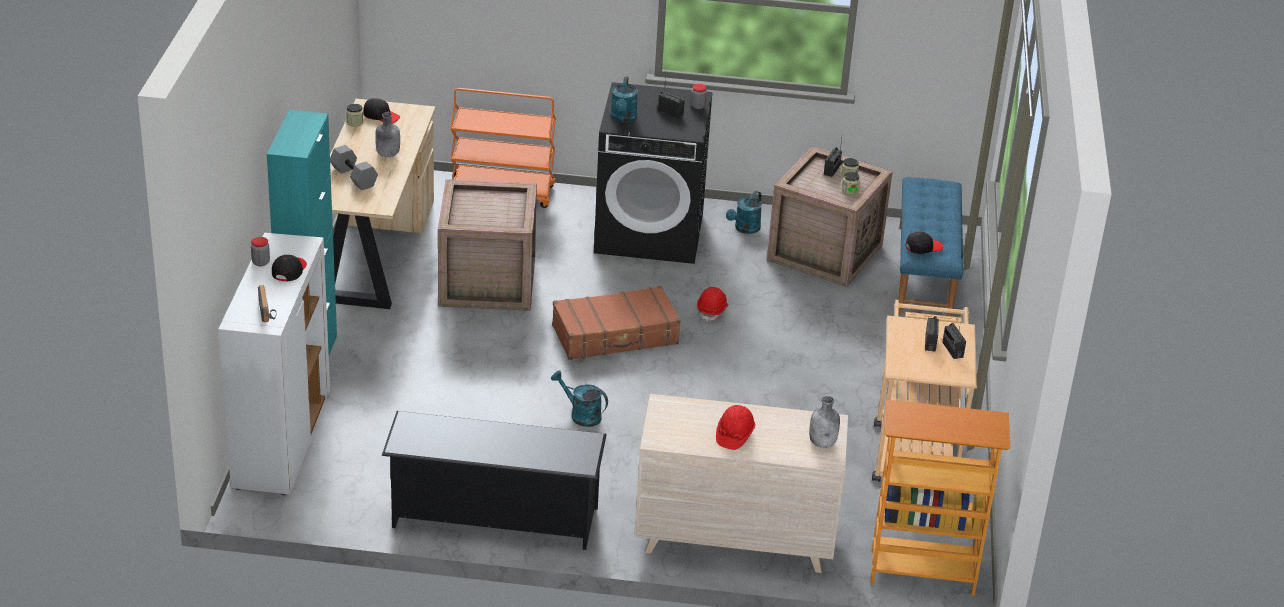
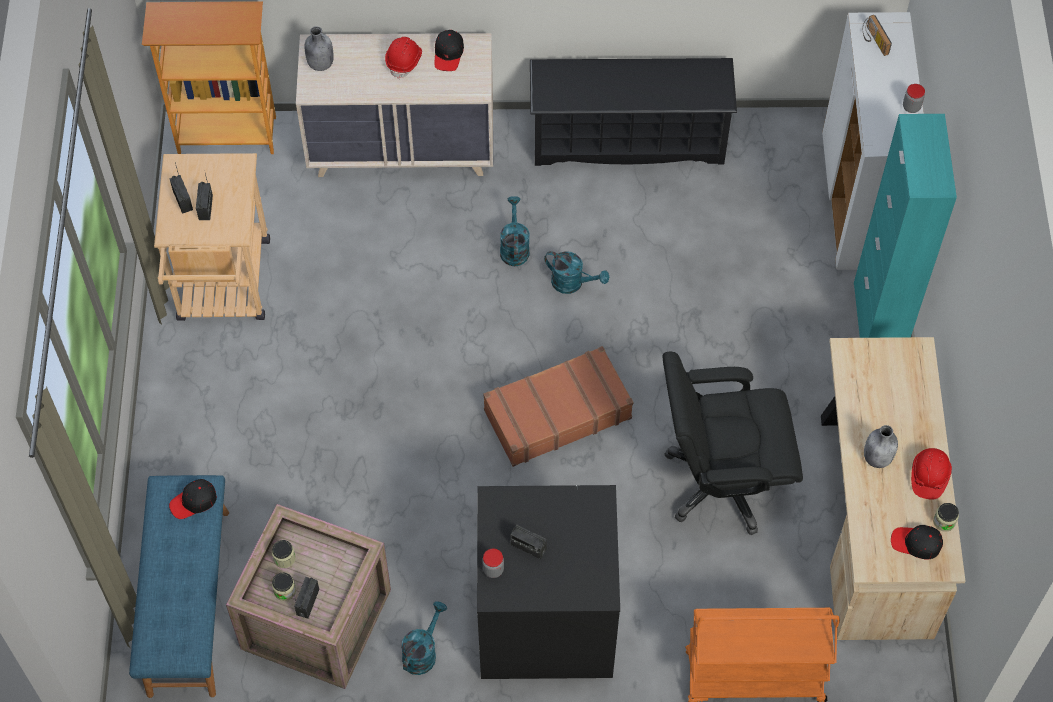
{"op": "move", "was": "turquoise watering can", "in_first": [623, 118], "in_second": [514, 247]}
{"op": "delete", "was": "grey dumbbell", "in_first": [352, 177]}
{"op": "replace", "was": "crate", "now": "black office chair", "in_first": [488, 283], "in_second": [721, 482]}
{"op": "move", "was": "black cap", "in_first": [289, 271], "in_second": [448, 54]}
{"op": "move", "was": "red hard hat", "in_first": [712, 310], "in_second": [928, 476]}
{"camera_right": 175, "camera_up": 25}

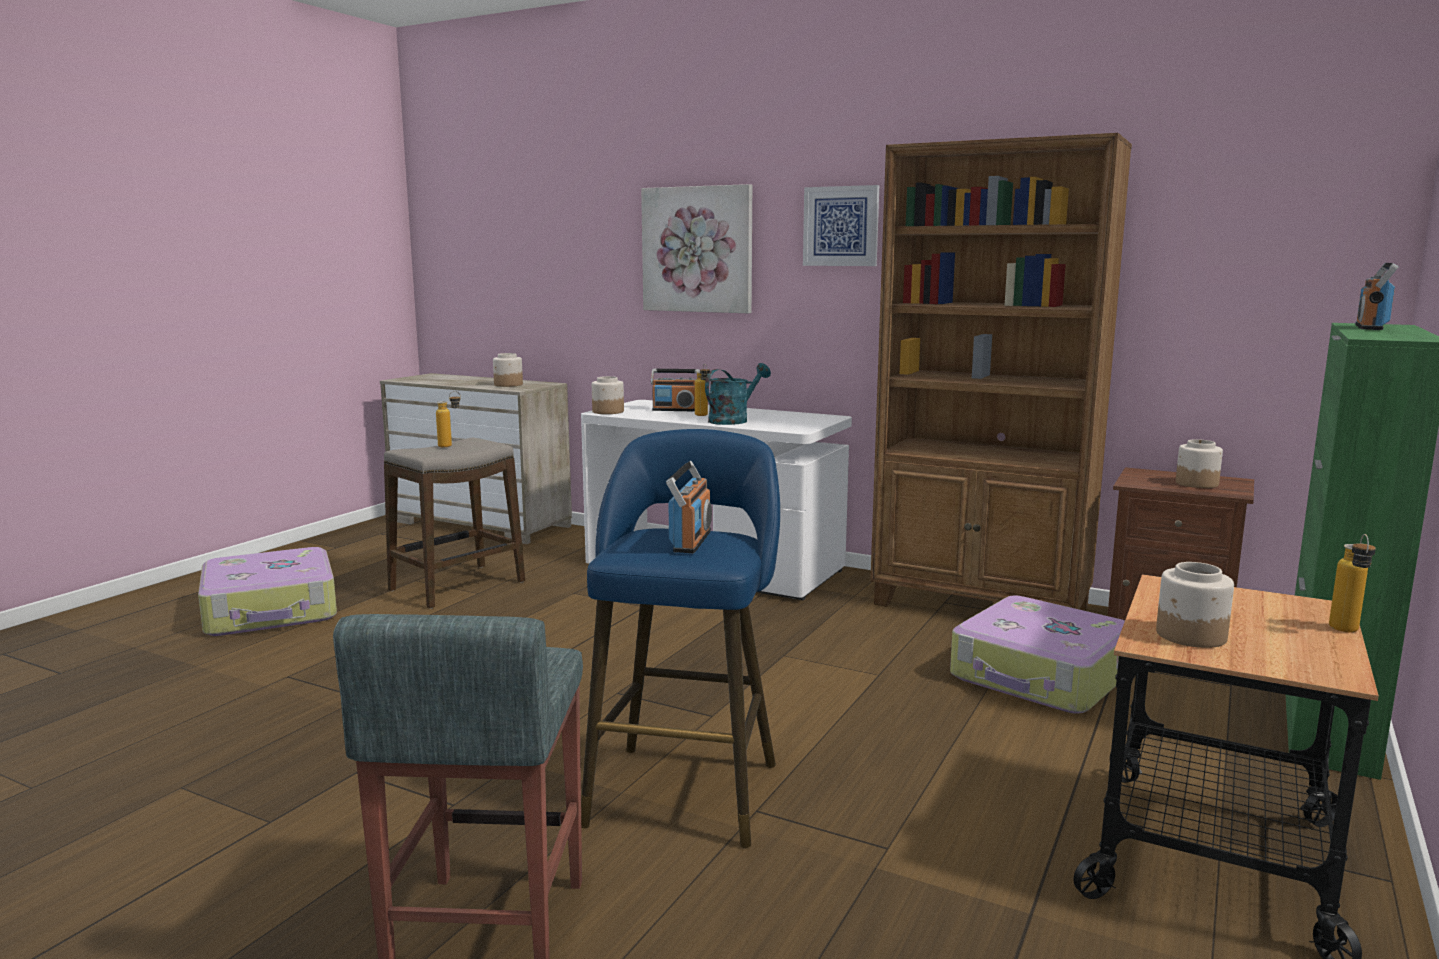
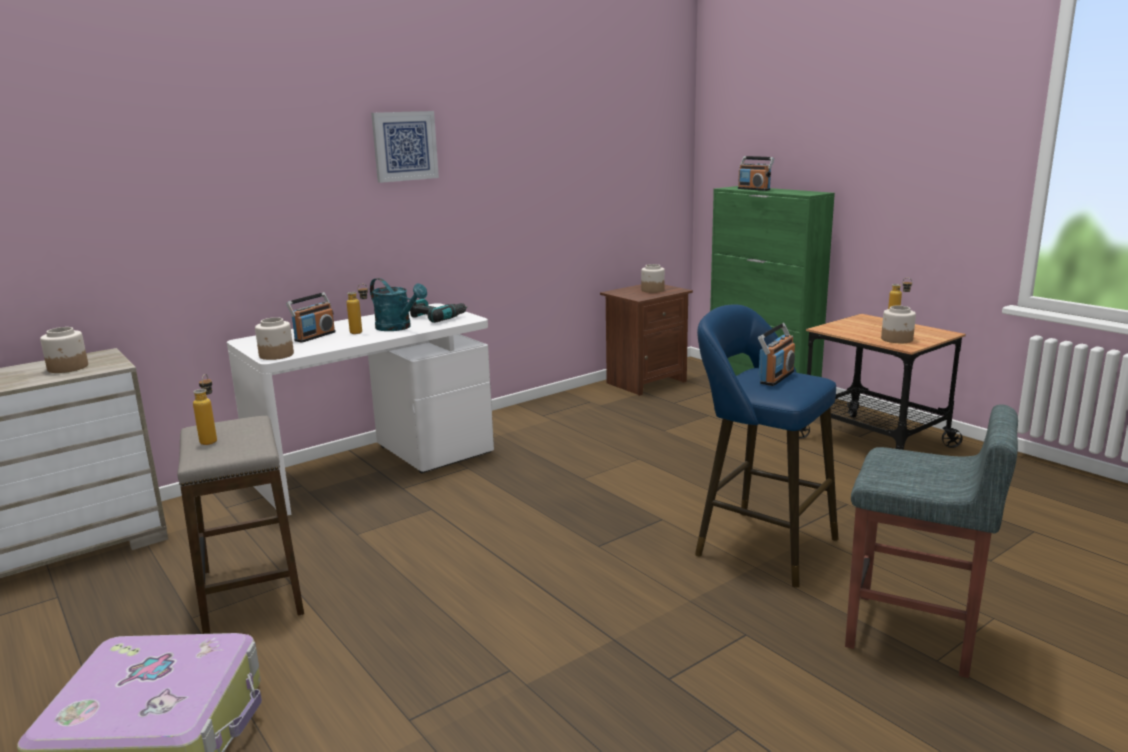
{"op": "delete", "was": "brown bookcase", "in_first": [981, 606]}
{"op": "delete", "was": "picture", "in_first": [698, 249]}
{"op": "rotate", "was": "turquoise watering can", "in_first": [733, 420], "in_second": [398, 328], "clockwise": 150}
{"op": "rotate", "was": "radio", "in_first": [691, 541], "in_second": [776, 377], "clockwise": 90}
{"op": "delete", "was": "suitcase", "in_first": [1041, 676]}
{"op": "insert", "now": "power drill", "in_second": [437, 317]}
{"camera_right": -65, "camera_up": 5}

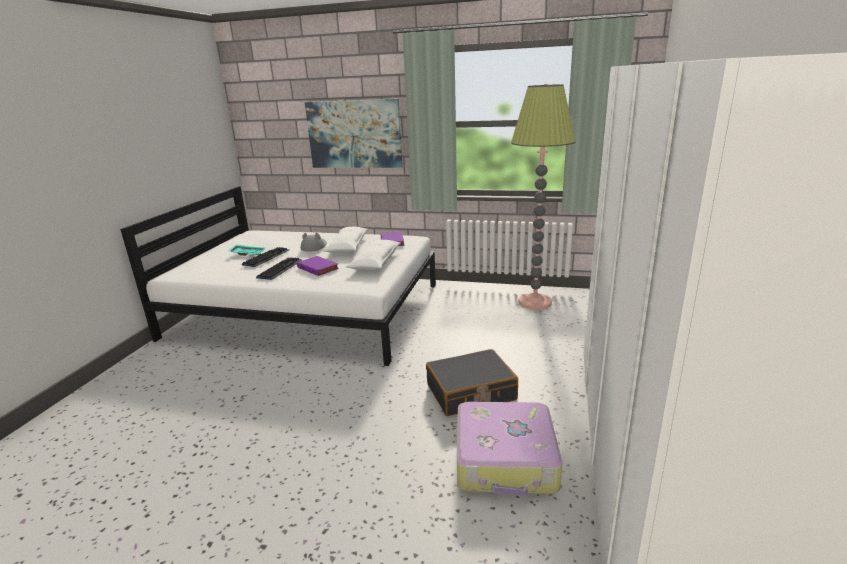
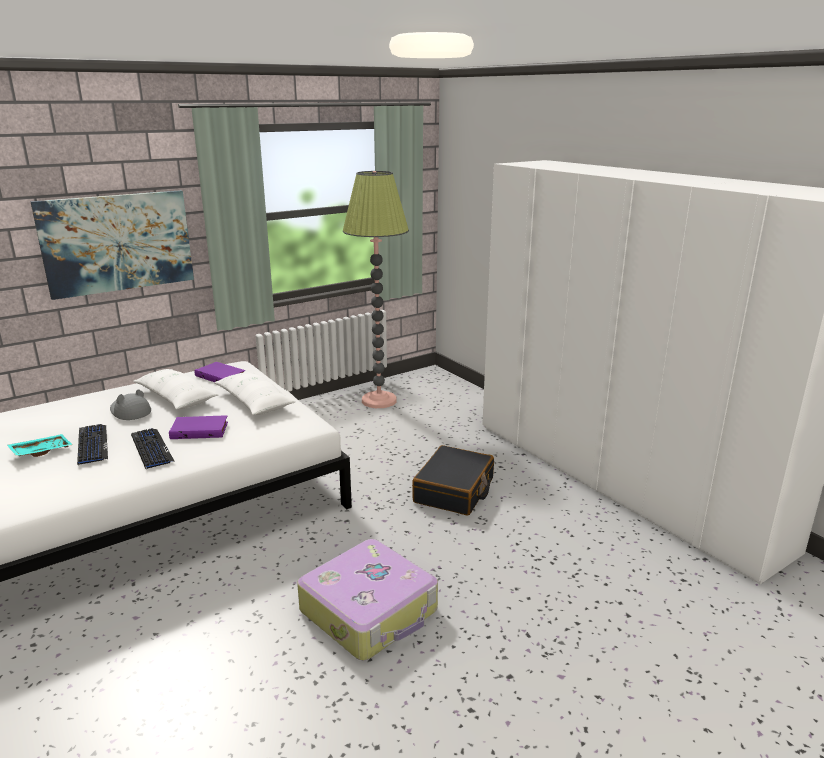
{"op": "move", "was": "suitcase", "in_first": [506, 460], "in_second": [370, 611]}
{"camera_right": -50, "camera_up": 0}

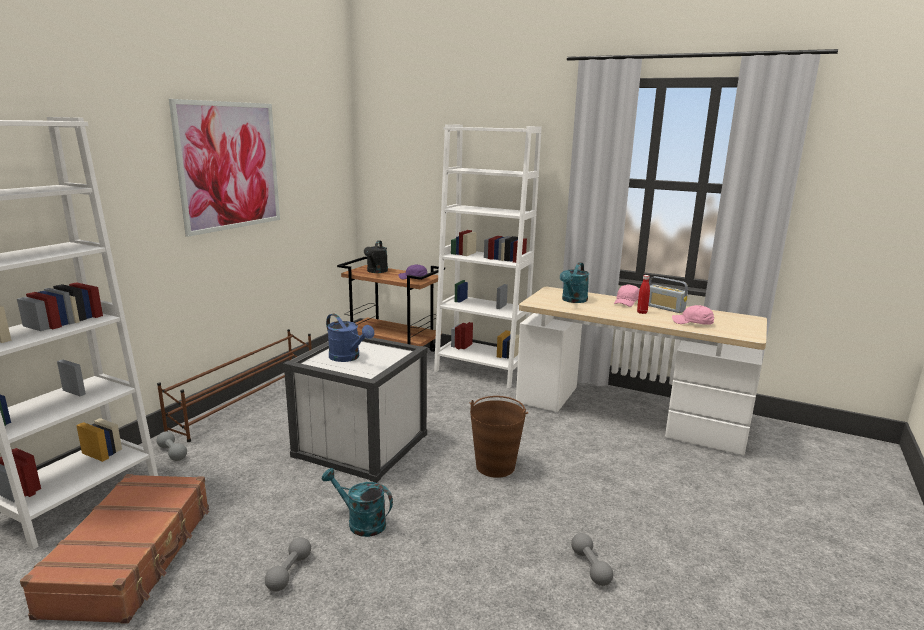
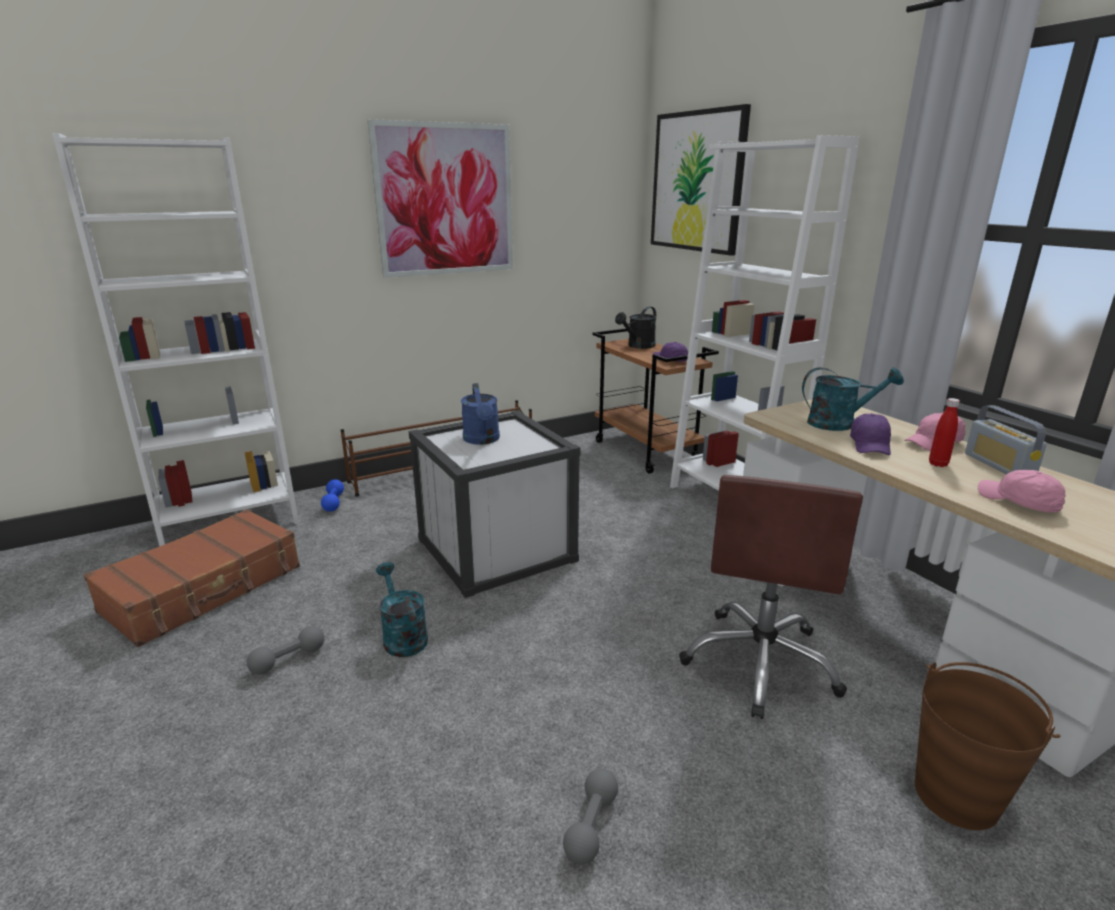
{"op": "rotate", "was": "turquoise watering can", "in_first": [573, 300], "in_second": [839, 423], "clockwise": -150}
{"op": "move", "was": "brown bucket", "in_first": [495, 466], "in_second": [957, 796]}
{"op": "recolor", "was": "grey dumbbell", "now": "blue dumbbell", "in_first": [172, 453], "in_second": [333, 502]}
{"op": "insert", "now": "picture", "in_second": [697, 182]}
{"op": "insert", "now": "purple cap", "in_second": [870, 445]}
{"op": "insert", "now": "brown office chair", "in_second": [761, 662]}
{"camera_right": 35, "camera_up": 5}

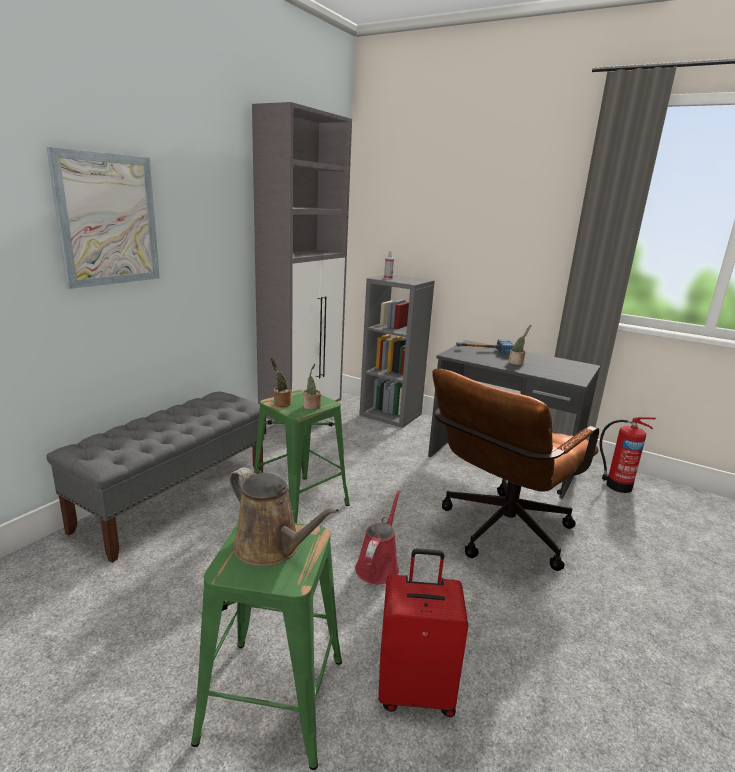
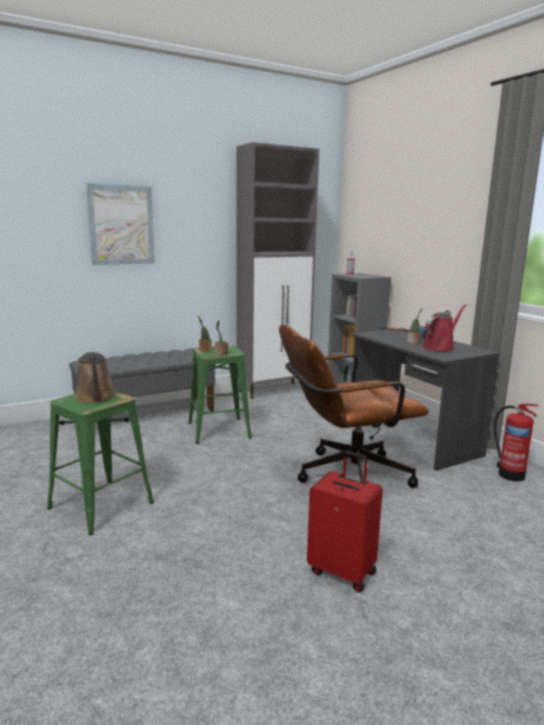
{"op": "move", "was": "red watering can", "in_first": [378, 566], "in_second": [440, 347]}
{"op": "move", "was": "red suitcase", "in_first": [415, 690], "in_second": [343, 571]}
{"camera_right": 30, "camera_up": -5}

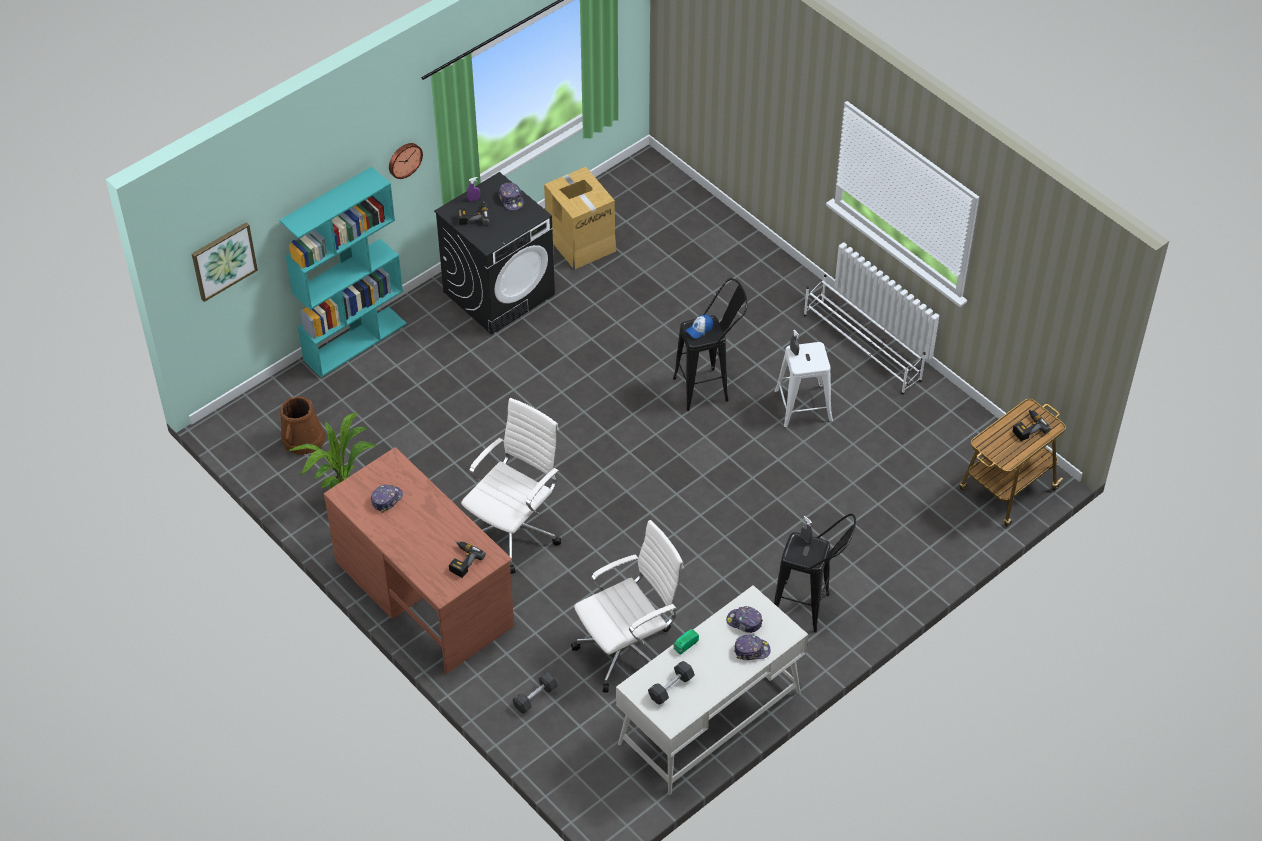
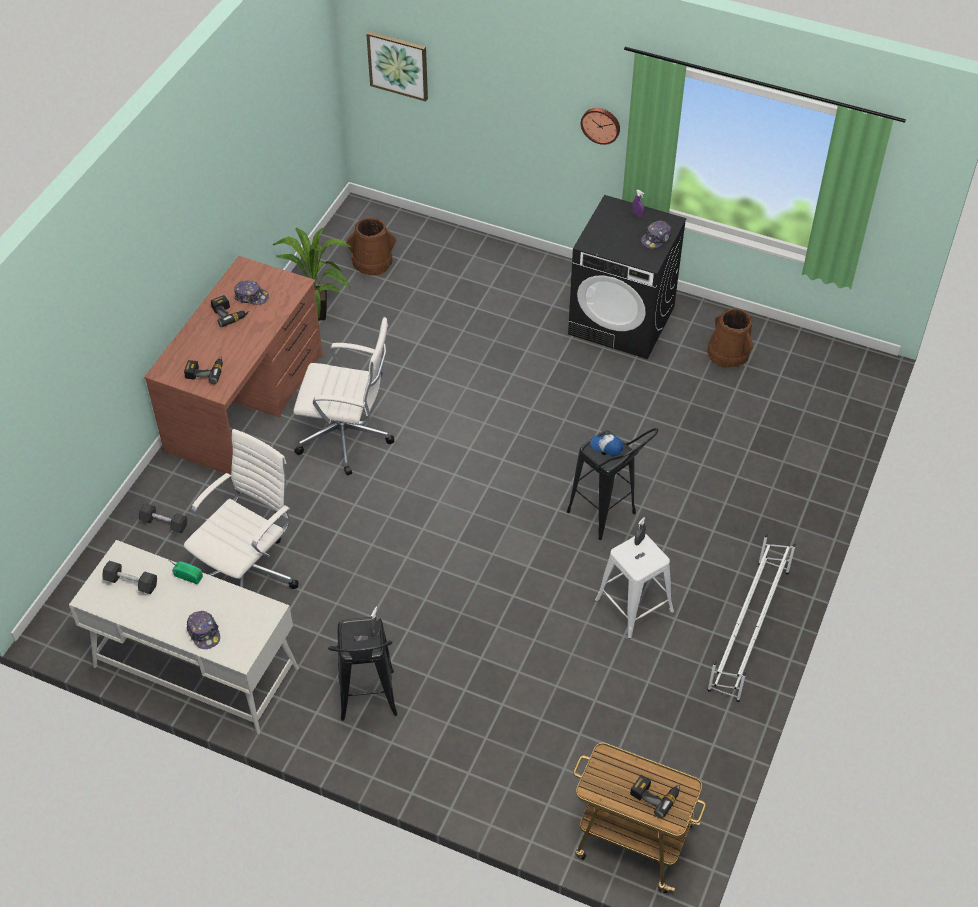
{"op": "delete", "was": "turquoise bookcase", "in_first": [355, 341]}
{"op": "replace", "was": "cardboard box", "now": "brown bucket", "in_first": [580, 241], "in_second": [728, 352]}
{"op": "move", "was": "power drill", "in_first": [473, 216], "in_second": [229, 314]}
{"op": "rotate", "was": "white office chair", "in_first": [628, 650], "in_second": [249, 573], "clockwise": -90}
{"op": "delete", "was": "cap", "in_first": [744, 622]}
{"camera_right": 65, "camera_up": 0}

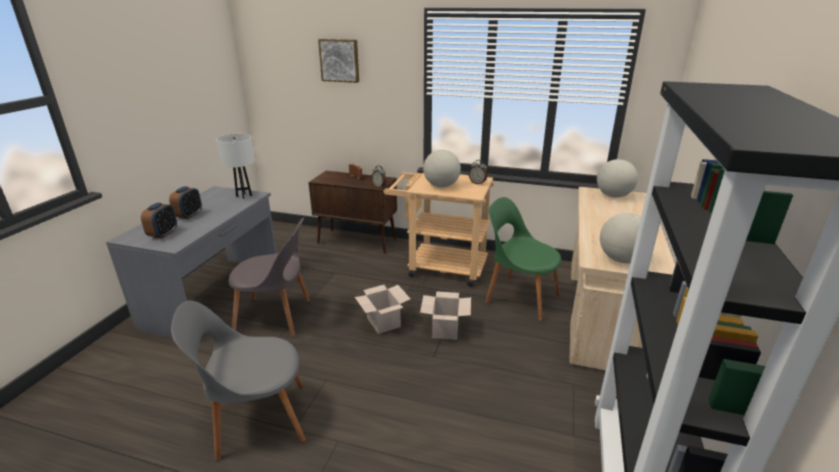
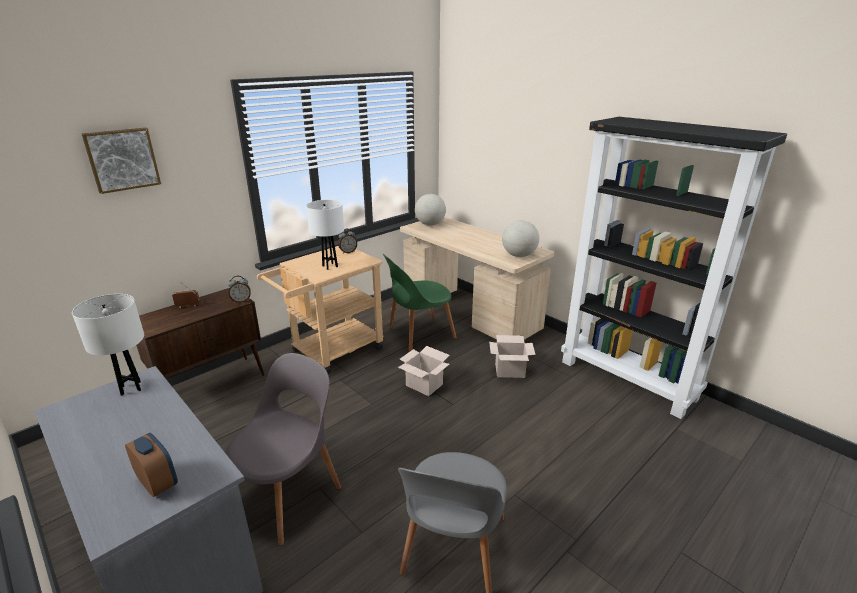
{"op": "replace", "was": "globe", "now": "white table lamp", "in_first": [441, 186], "in_second": [330, 266]}
{"op": "delete", "was": "alarm clock", "in_first": [189, 215]}
{"op": "move", "was": "cardboard box", "in_first": [382, 322], "in_second": [509, 371]}
{"camera_right": -60, "camera_up": 0}

